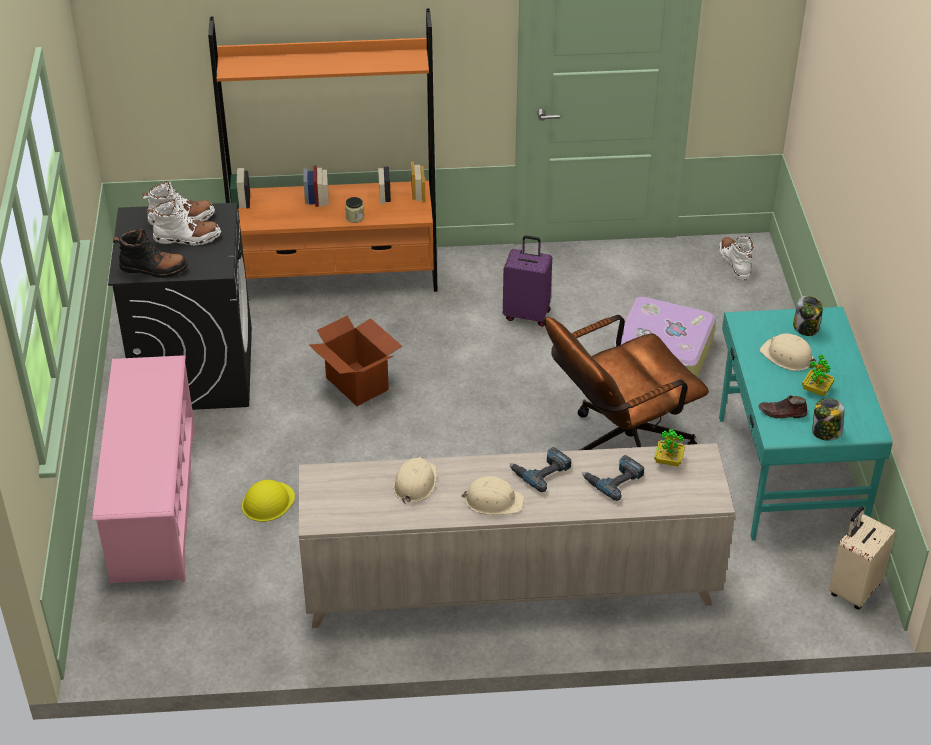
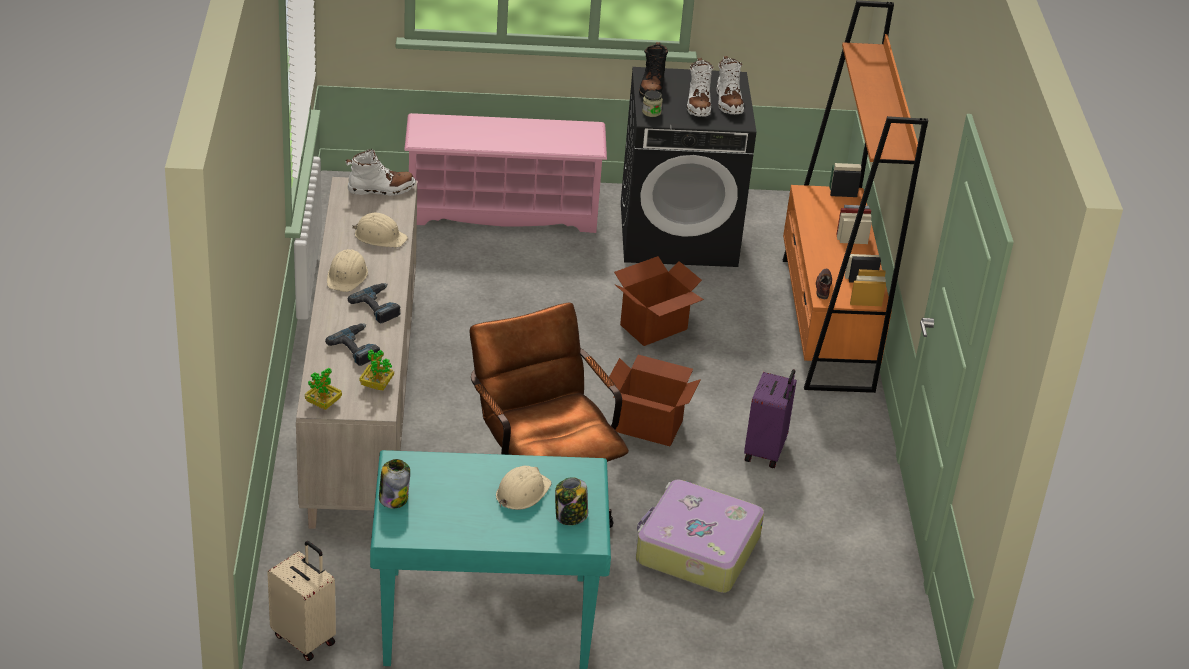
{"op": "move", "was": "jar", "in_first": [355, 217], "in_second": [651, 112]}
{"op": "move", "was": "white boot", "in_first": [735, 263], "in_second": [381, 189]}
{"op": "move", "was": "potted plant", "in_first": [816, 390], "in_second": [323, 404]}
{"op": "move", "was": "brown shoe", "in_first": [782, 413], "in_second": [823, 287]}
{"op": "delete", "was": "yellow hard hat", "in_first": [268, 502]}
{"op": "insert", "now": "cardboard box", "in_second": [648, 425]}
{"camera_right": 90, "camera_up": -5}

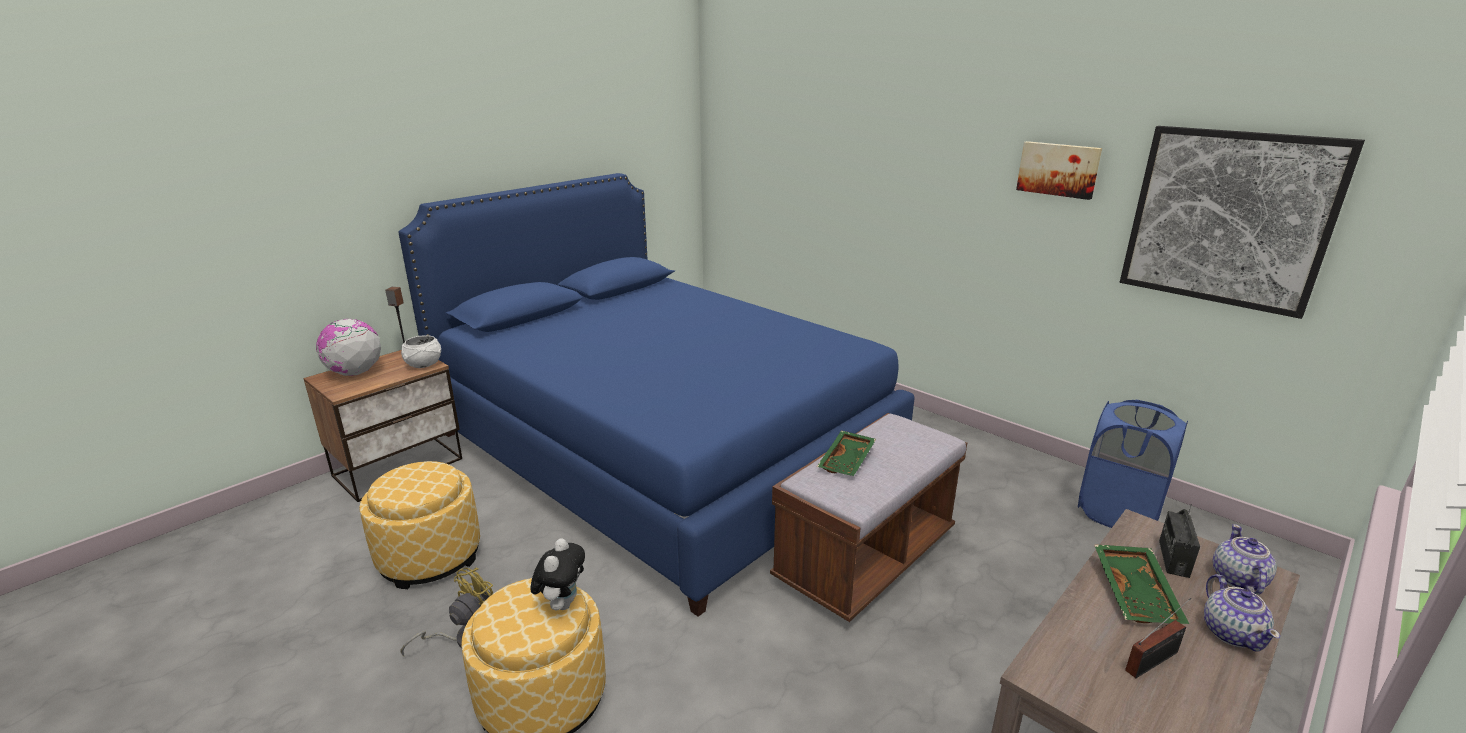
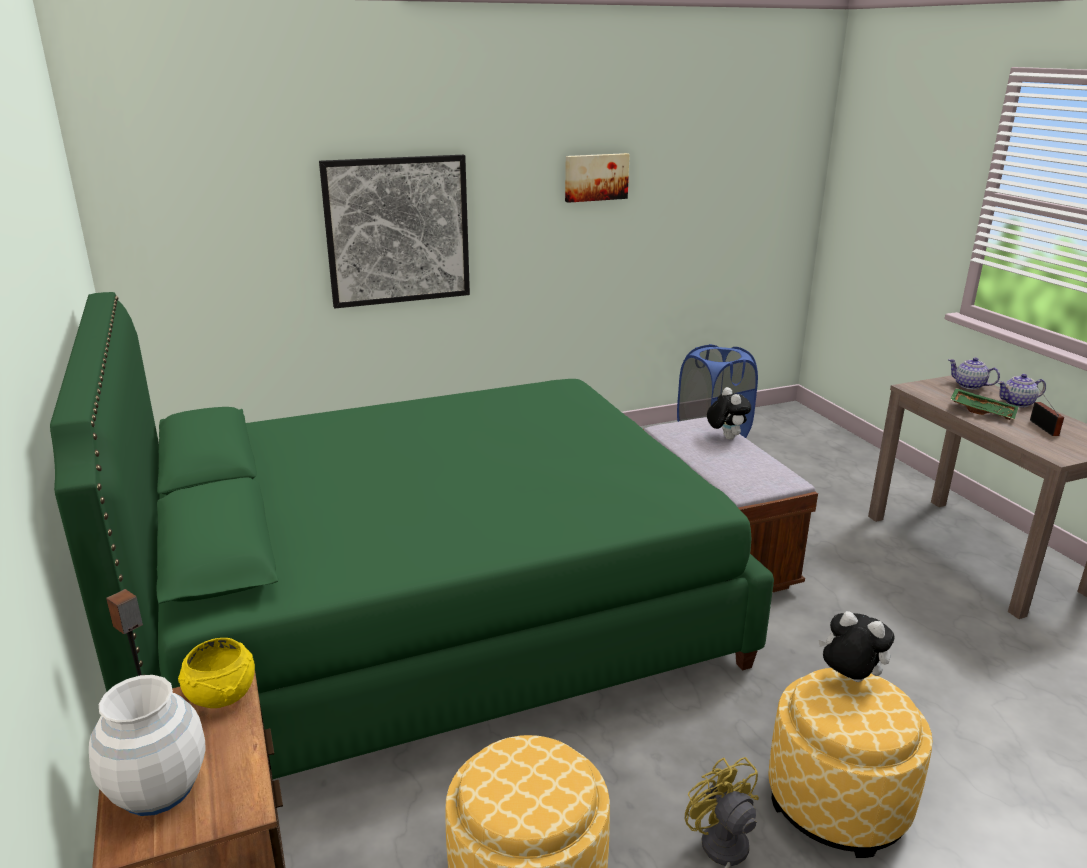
{"op": "move", "was": "picture", "in_first": [1228, 218], "in_second": [397, 231]}
{"op": "recolor", "was": "blue bed", "now": "green bed", "in_first": [662, 450], "in_second": [431, 617]}
{"op": "replace", "was": "globe", "now": "white vase", "in_first": [355, 373], "in_second": [158, 788]}
{"op": "recolor", "was": "white bowl", "now": "yellow bowl", "in_first": [423, 365], "in_second": [222, 696]}
{"op": "delete", "was": "green tray", "in_first": [847, 461]}
{"op": "delete", "was": "radio", "in_first": [1173, 558]}
{"op": "rotate", "was": "teapot", "in_first": [1231, 633], "in_second": [1017, 403], "clockwise": 150}
{"op": "insert", "now": "plush toy", "in_second": [725, 437]}
{"camera_right": -65, "camera_up": 0}

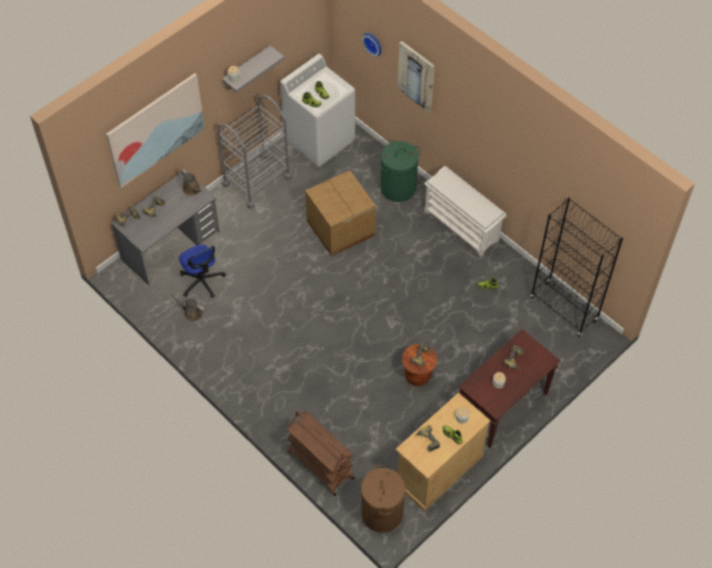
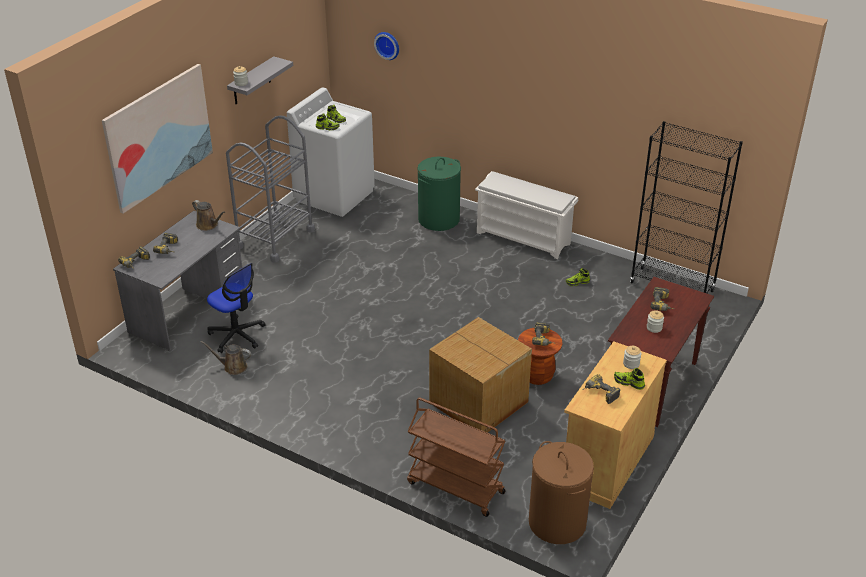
{"op": "delete", "was": "picture", "in_first": [416, 76]}
{"op": "move", "was": "cardboard box", "in_first": [340, 228], "in_second": [478, 403]}
{"camera_right": -15, "camera_up": -20}

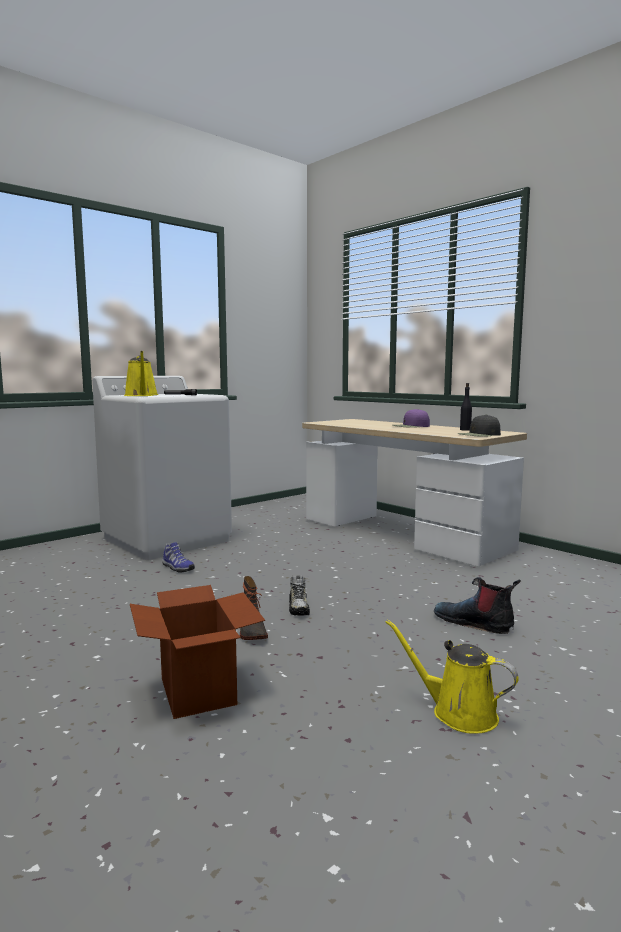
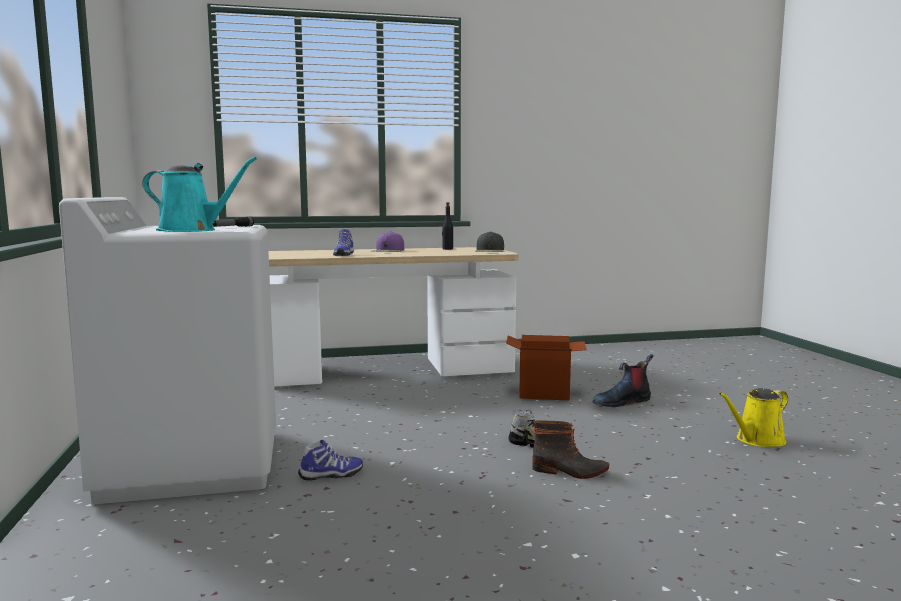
{"op": "recolor", "was": "yellow watering can", "now": "turquoise watering can", "in_first": [141, 395], "in_second": [192, 230]}
{"op": "move", "was": "cardboard box", "in_first": [198, 691], "in_second": [544, 393]}
{"op": "insert", "now": "shoe", "in_second": [343, 254]}
{"camera_right": -60, "camera_up": 0}

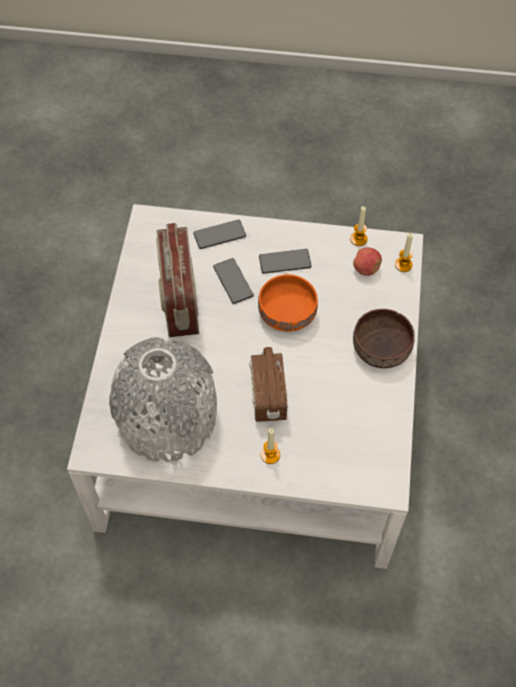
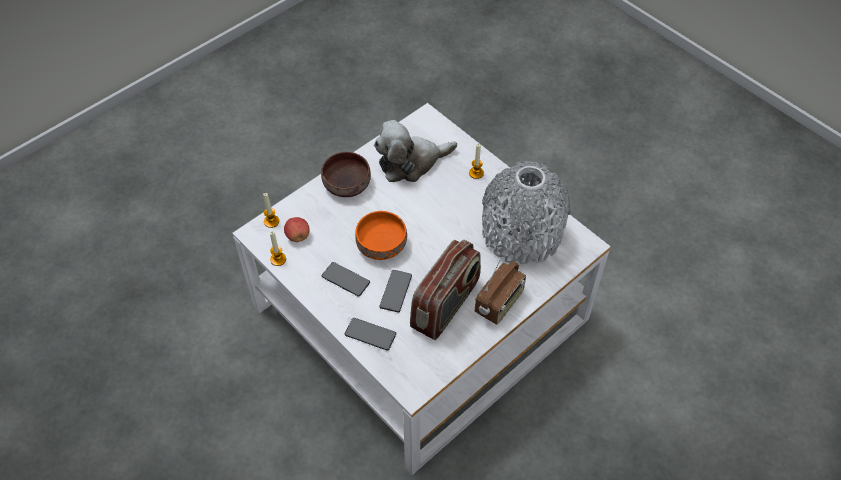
{"op": "move", "was": "radio", "in_first": [267, 397], "in_second": [499, 303]}
{"op": "insert", "now": "plush toy", "in_second": [411, 162]}
{"camera_right": -140, "camera_up": -5}

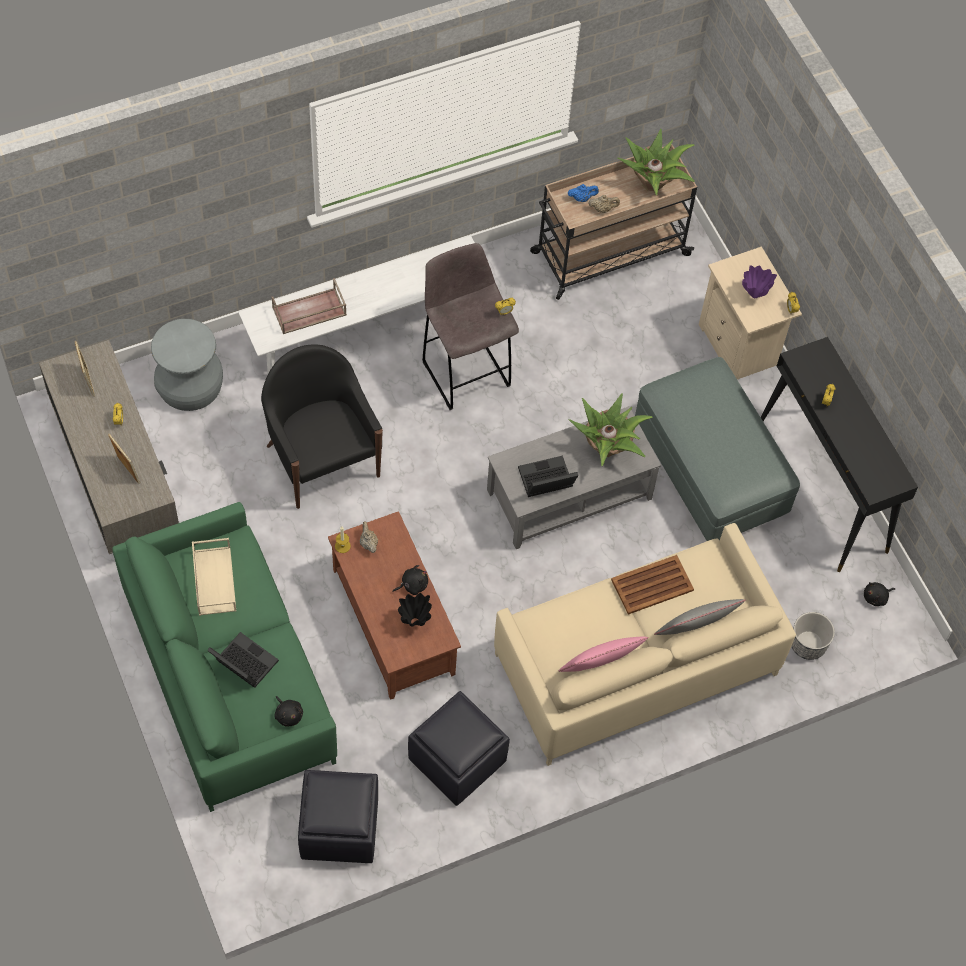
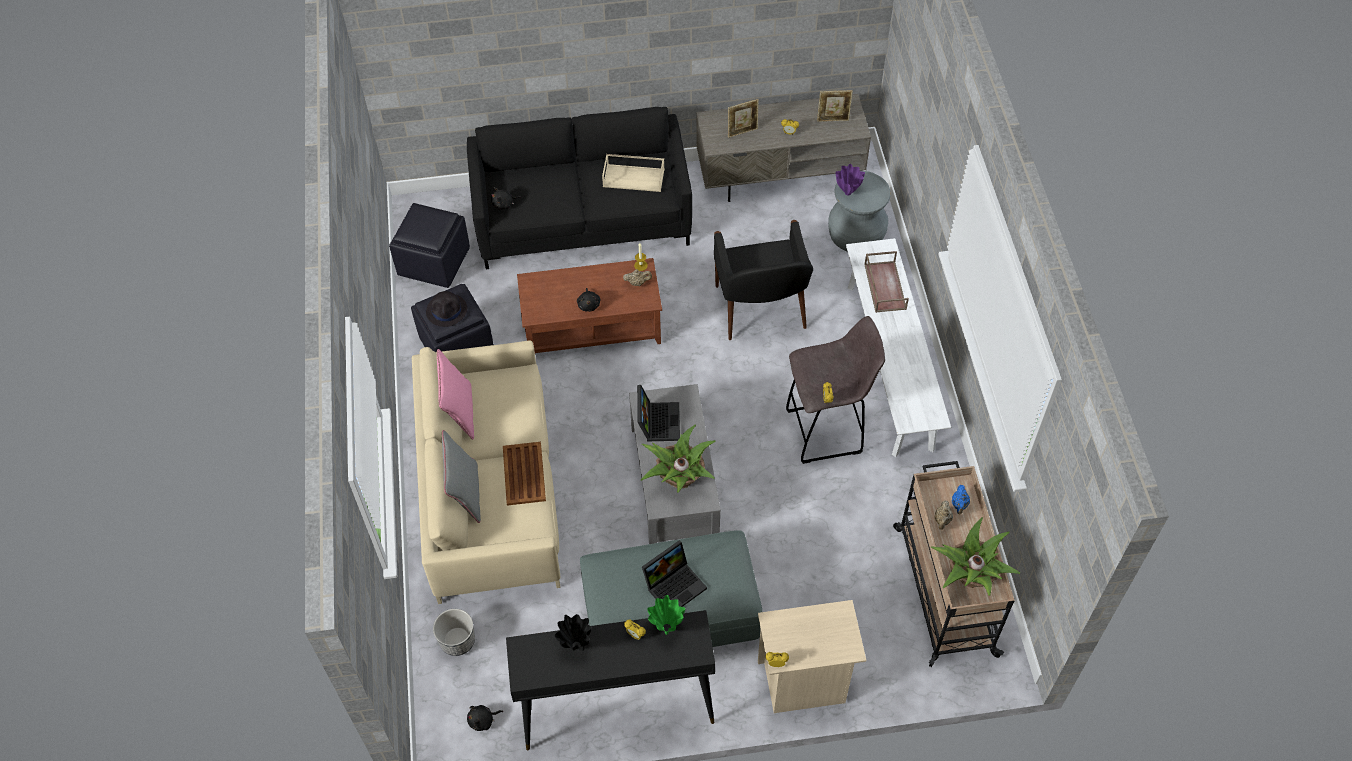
{"op": "move", "was": "purple vase", "in_first": [754, 295], "in_second": [848, 192]}
{"op": "rotate", "was": "black armchair", "in_first": [322, 459], "in_second": [760, 309], "clockwise": 90}
{"op": "recolor", "was": "green sofa", "now": "black sofa", "in_first": [229, 675], "in_second": [583, 218]}
{"op": "rotate", "was": "black plush toy", "in_first": [876, 597], "in_second": [483, 720], "clockwise": -105}
{"op": "move", "was": "black vase", "in_first": [414, 622], "in_second": [576, 644]}
{"op": "move", "was": "laptop", "in_first": [242, 664], "in_second": [675, 584]}
{"op": "insert", "now": "black hat", "in_second": [447, 310]}
{"op": "insert", "now": "green vase", "in_second": [667, 627]}
{"camera_right": 110, "camera_up": -5}

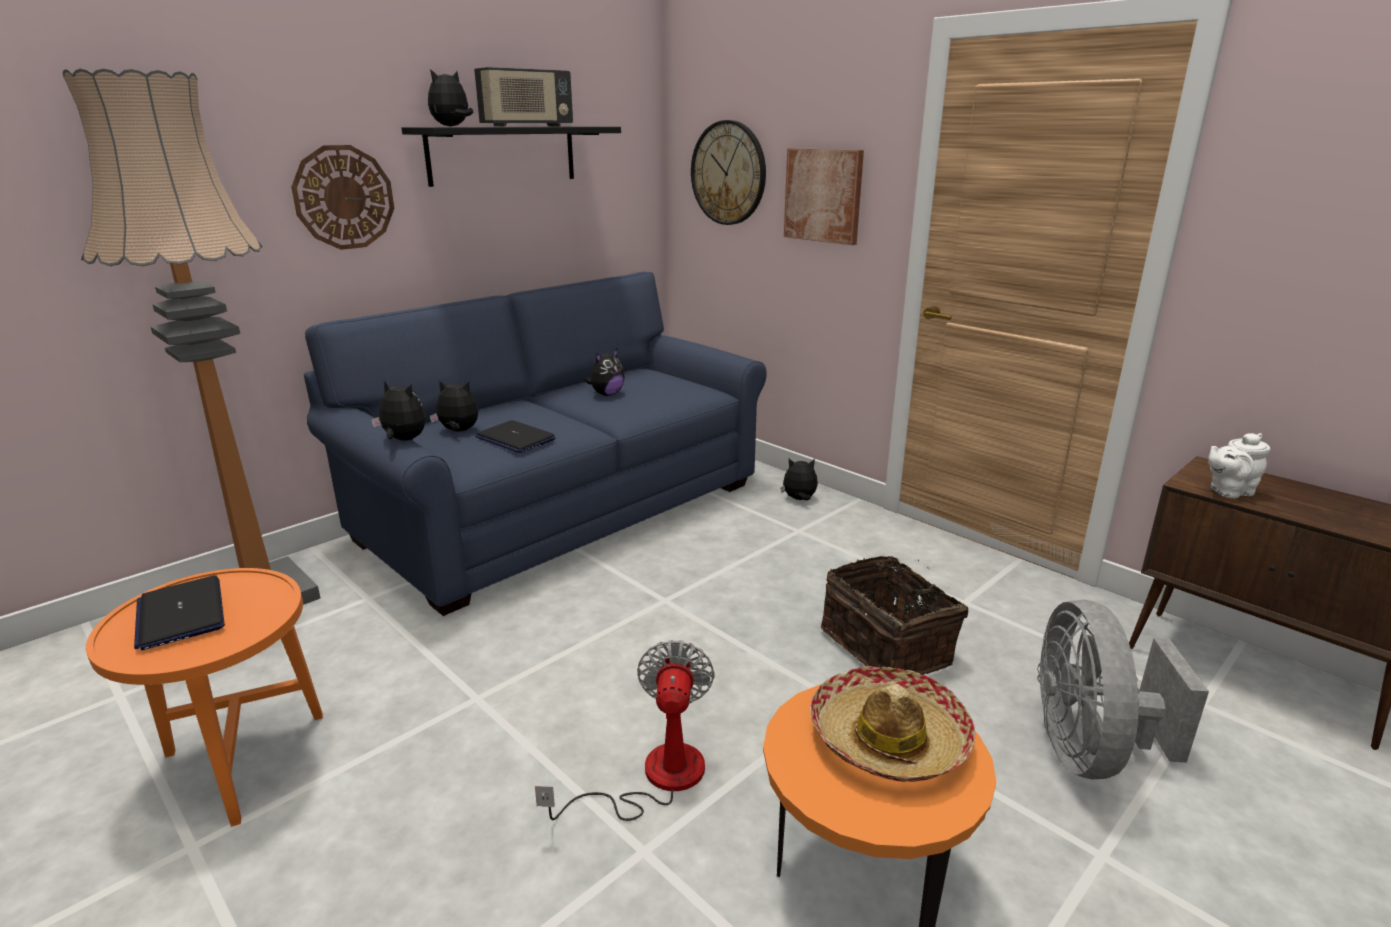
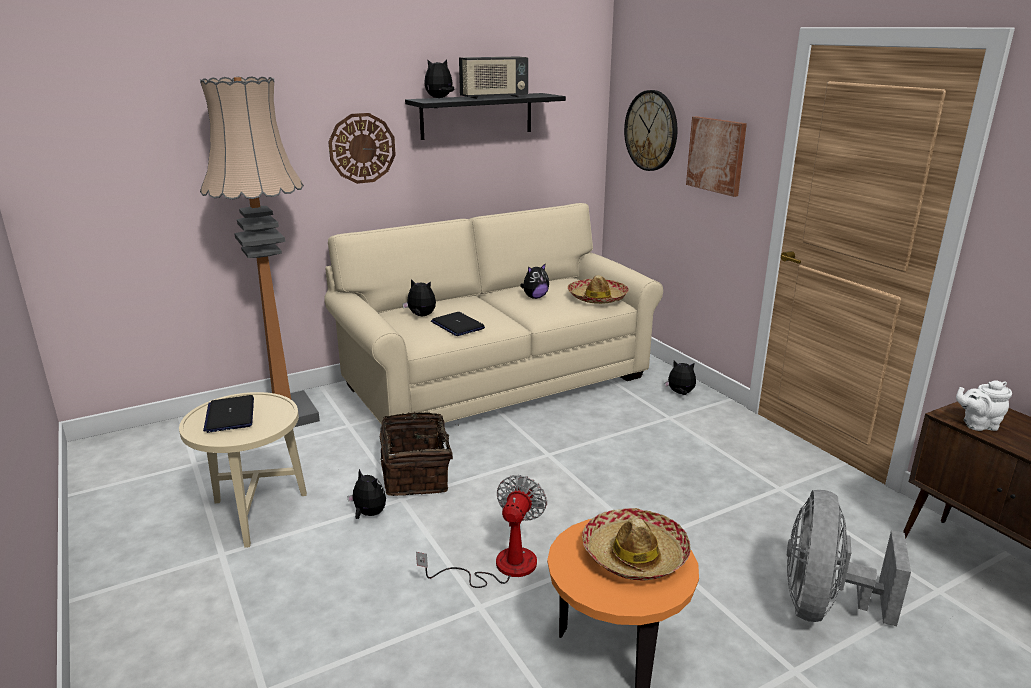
{"op": "recolor", "was": "blue sofa", "now": "beige sofa", "in_first": [564, 511], "in_second": [496, 381]}
{"op": "move", "was": "plush toy", "in_first": [403, 440], "in_second": [368, 514]}
{"op": "move", "was": "basket", "in_first": [888, 645], "in_second": [417, 474]}
{"op": "recolor", "was": "orange side table", "now": "beige side table", "in_first": [243, 766], "in_second": [256, 516]}
{"op": "insert", "now": "hat", "in_second": [597, 298]}
{"camera_right": 15, "camera_up": 0}

